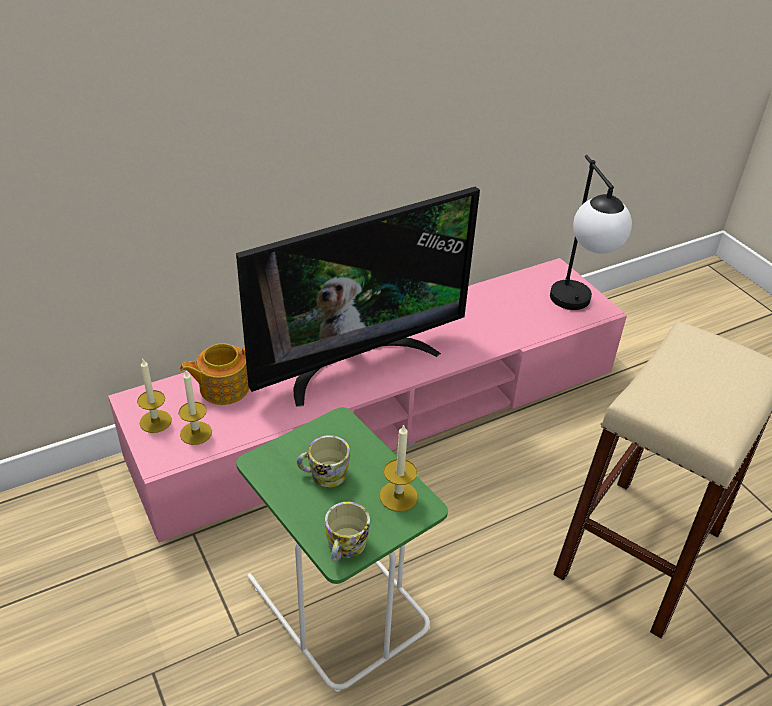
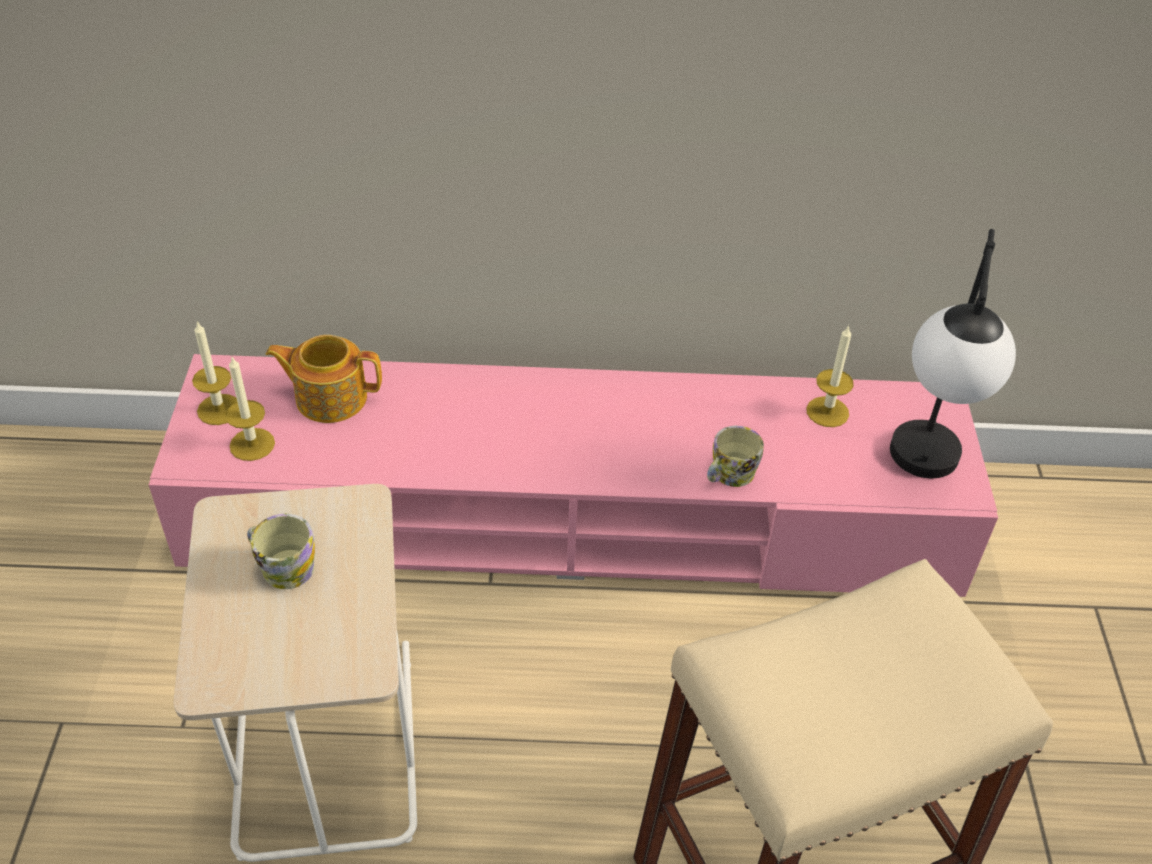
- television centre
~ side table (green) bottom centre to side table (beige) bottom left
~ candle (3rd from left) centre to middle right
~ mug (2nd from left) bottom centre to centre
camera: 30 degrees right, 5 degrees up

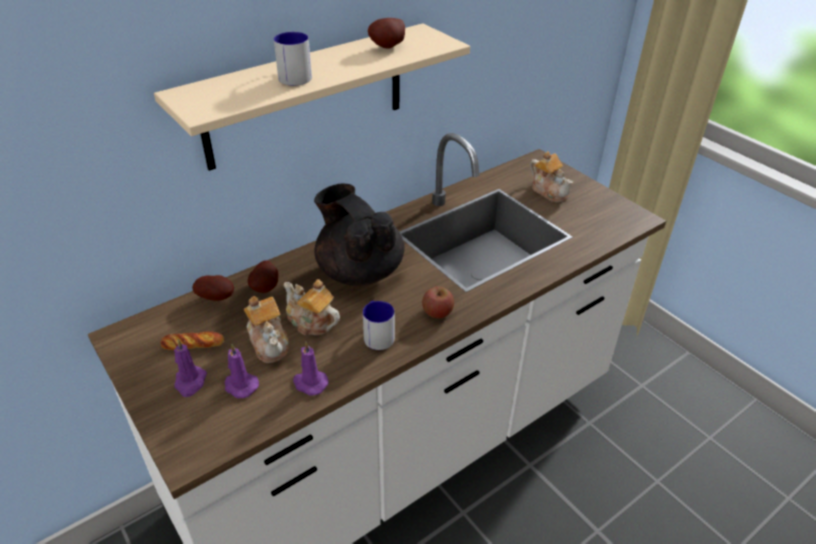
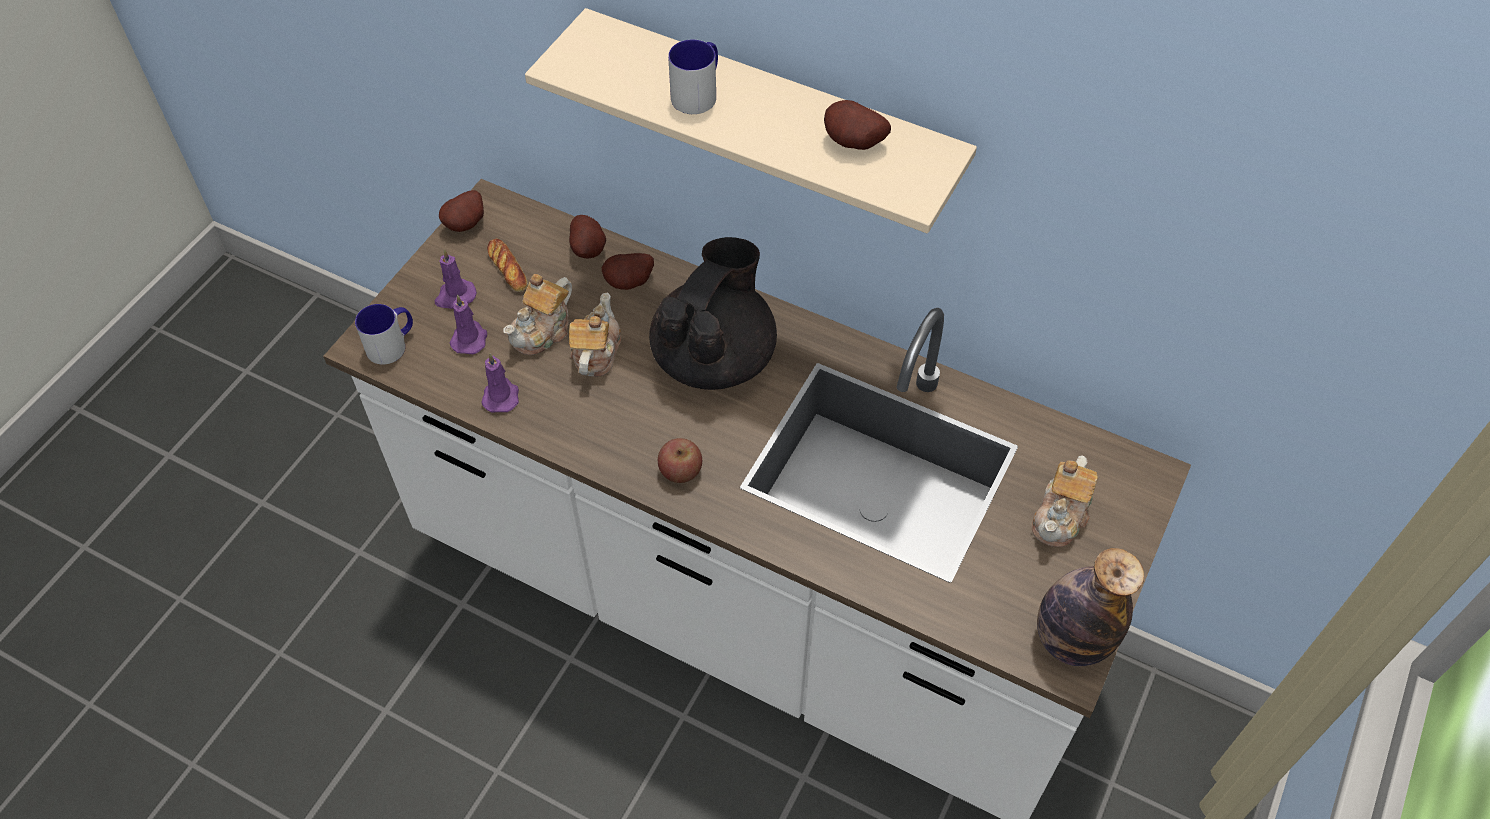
~ mug (2nd from left in the first image) centre to mug (1st from left) middle left
+ potato (1st from left) top left
+ bottle bottom right
camera: 65 degrees right, 15 degrees up

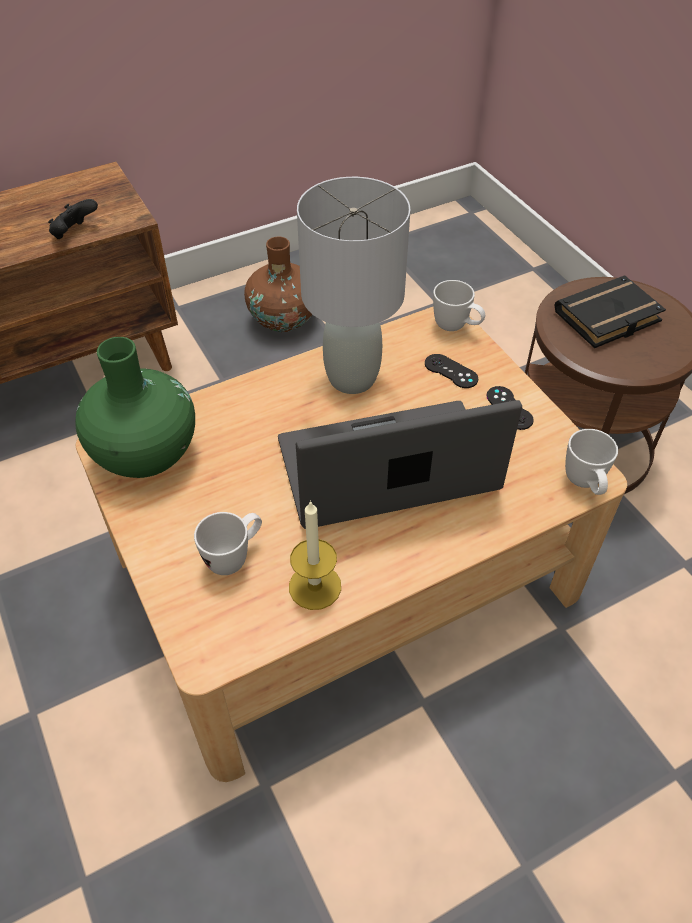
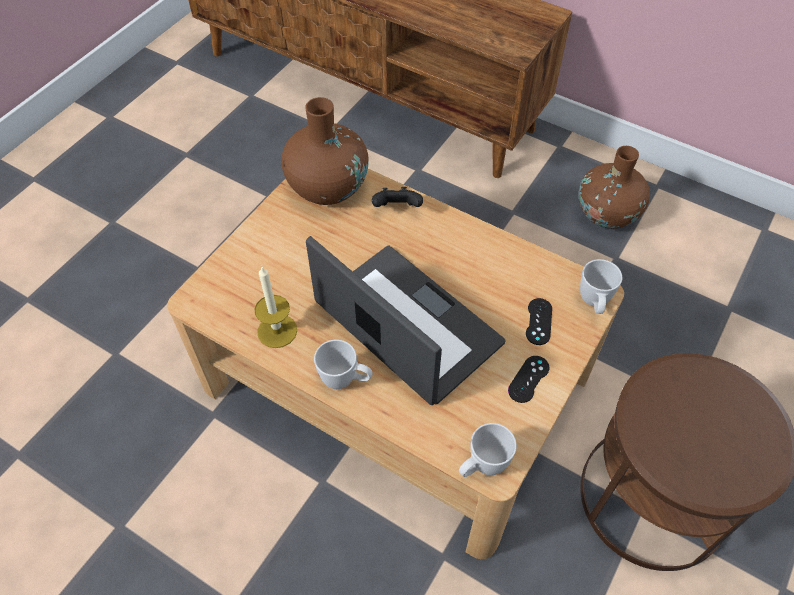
- table lamp (grey) top centre
~ game controller (black) (1st from left) top left to top centre
- book (black) middle right
~ vase (green) middle left to vase (brown) (1st from left) top centre
~ mug (white) (1st from left) middle left to centre
camera: 60 degrees right, 5 degrees up

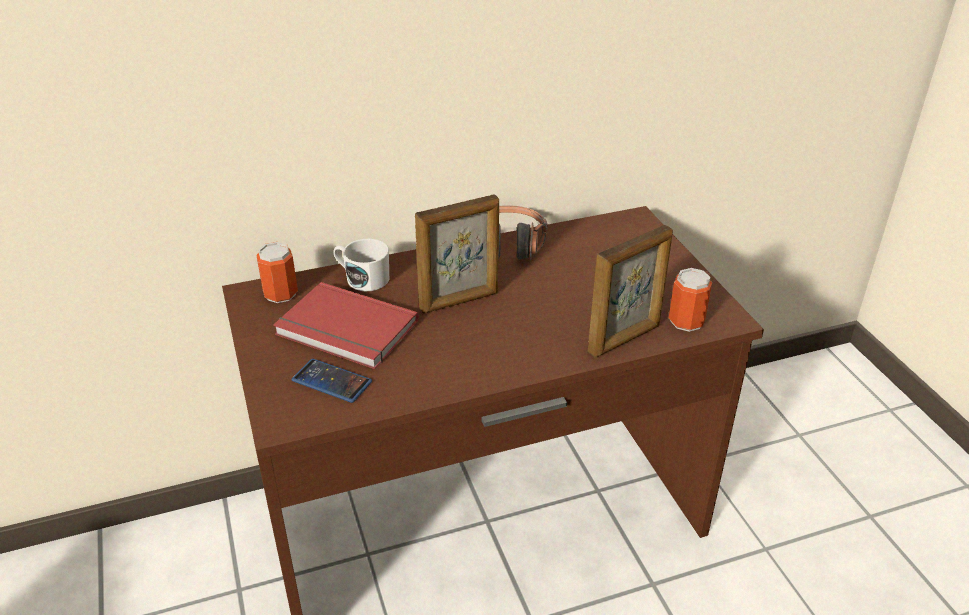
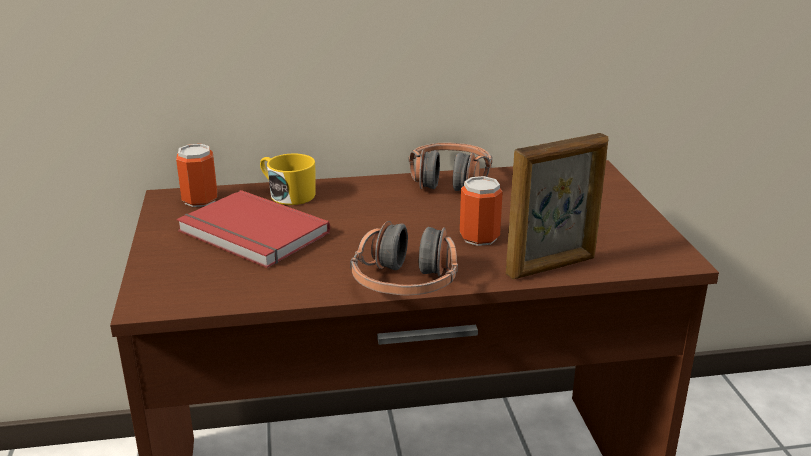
- picture frame (1st from left) centre
~ mug (white) centre to mug (yellow) centre
~ can (2nd from left) middle right to centre
- phone centre
+ headphones (1st from left) centre
camera: 10 degrees right, 10 degrees down

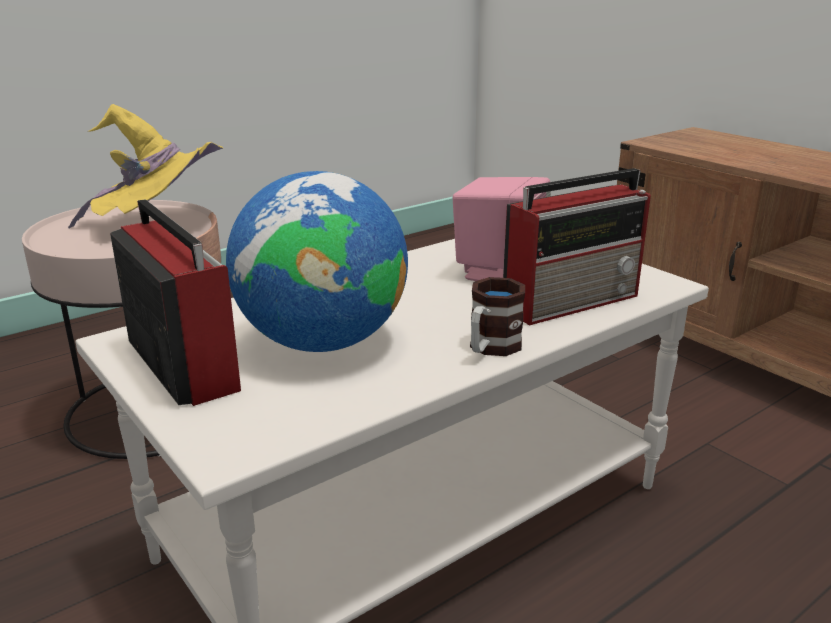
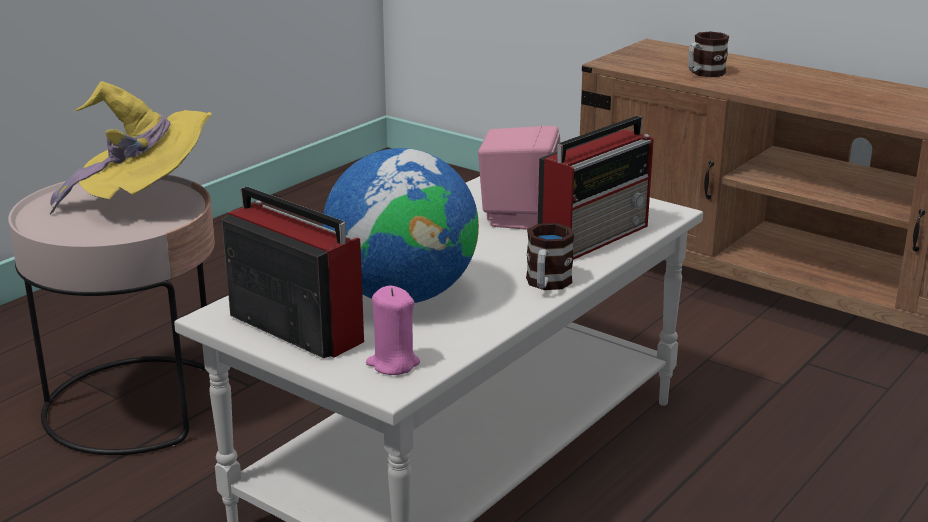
+ mug (2nd from left) top right
+ candle (pink) centre
camera: 15 degrees left, 0 degrees up

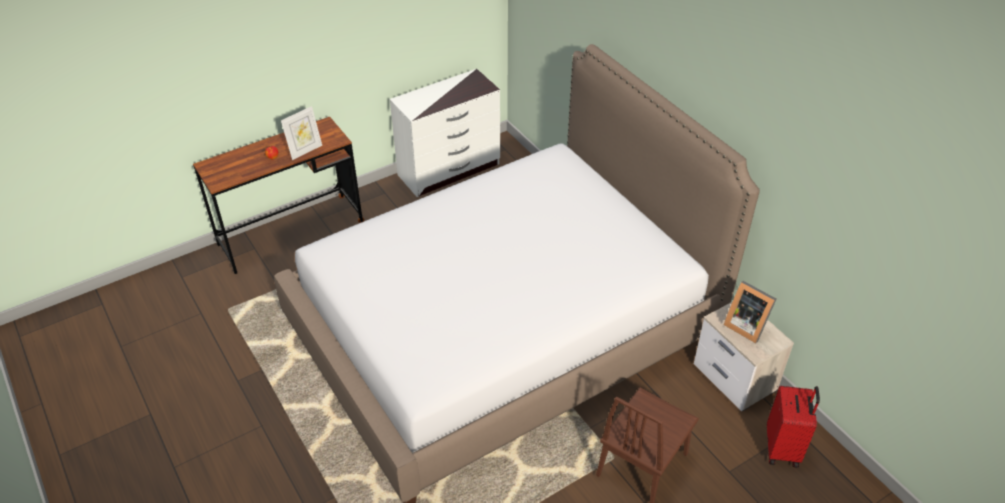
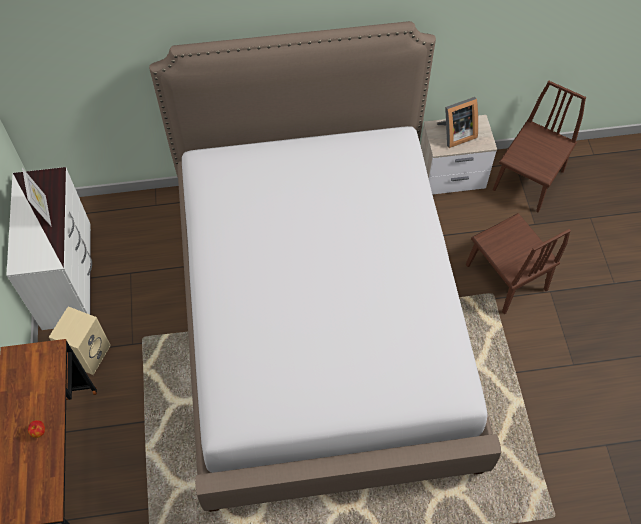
~ picture frame (1st from left) top left to middle left
~ suitcase (red) bottom right to chair (brown) (2nd from left) top right
+ speaker (beige) middle left
camera: 65 degrees left, 15 degrees up

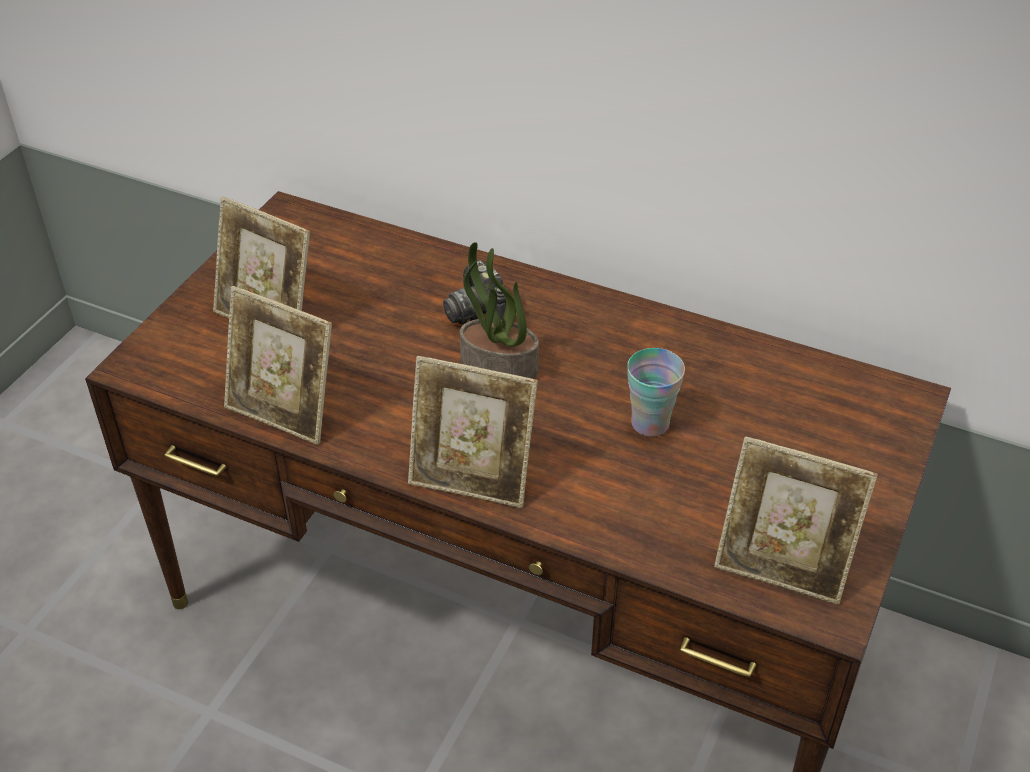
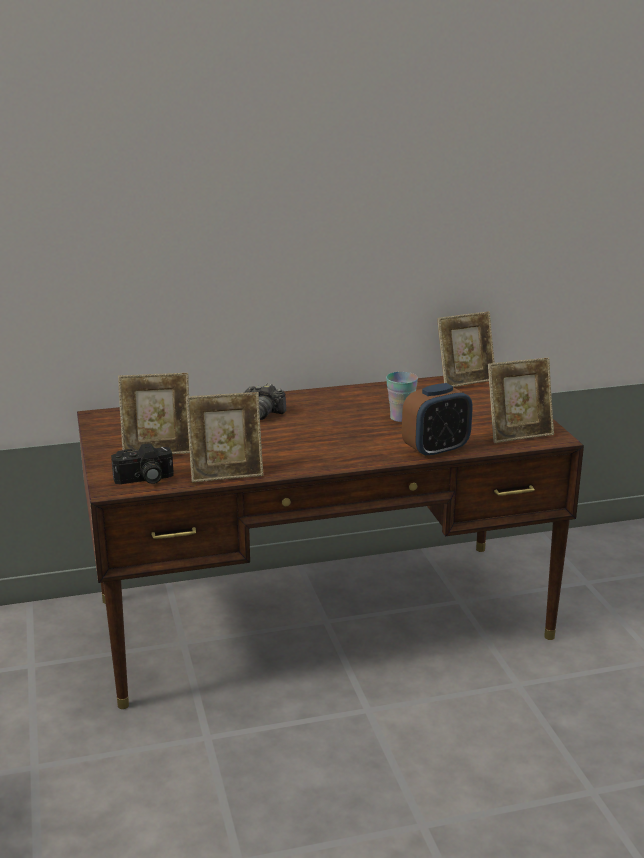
- potted plant centre
~ picture frame (3rd from left) centre to middle right
+ alarm clock middle right
+ photo camera (1st from left) middle left
camera: 40 degrees left, 20 degrees down

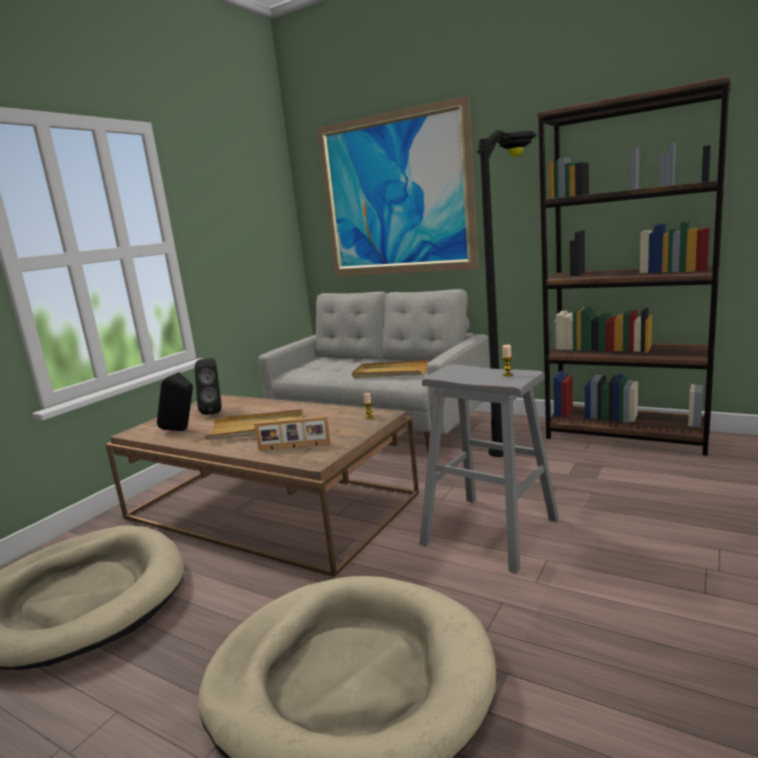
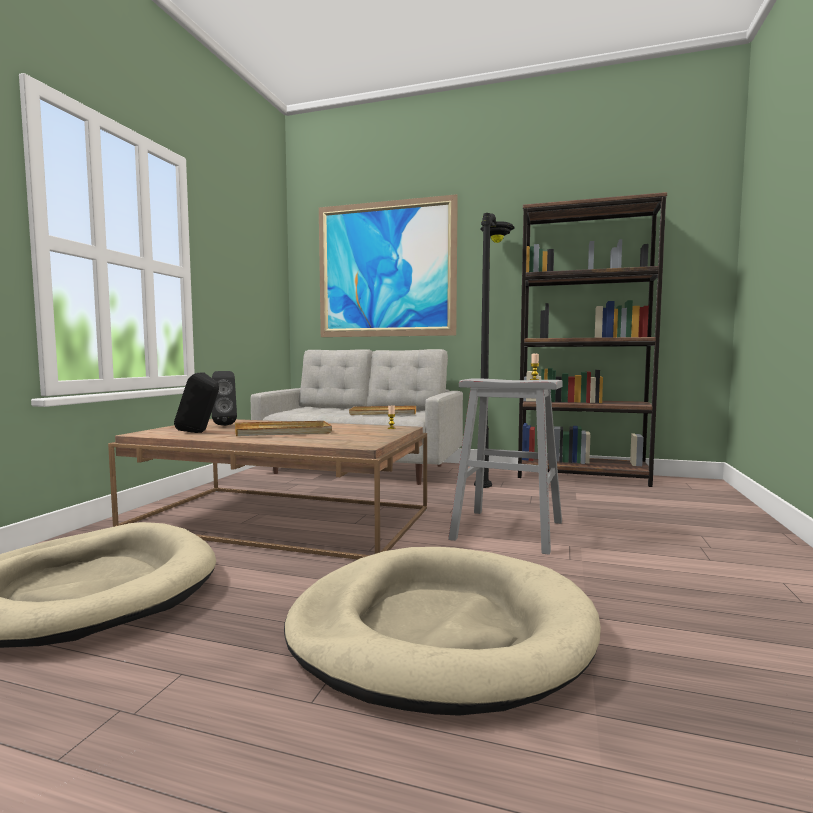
- picture frame centre
camera: 15 degrees left, 10 degrees down

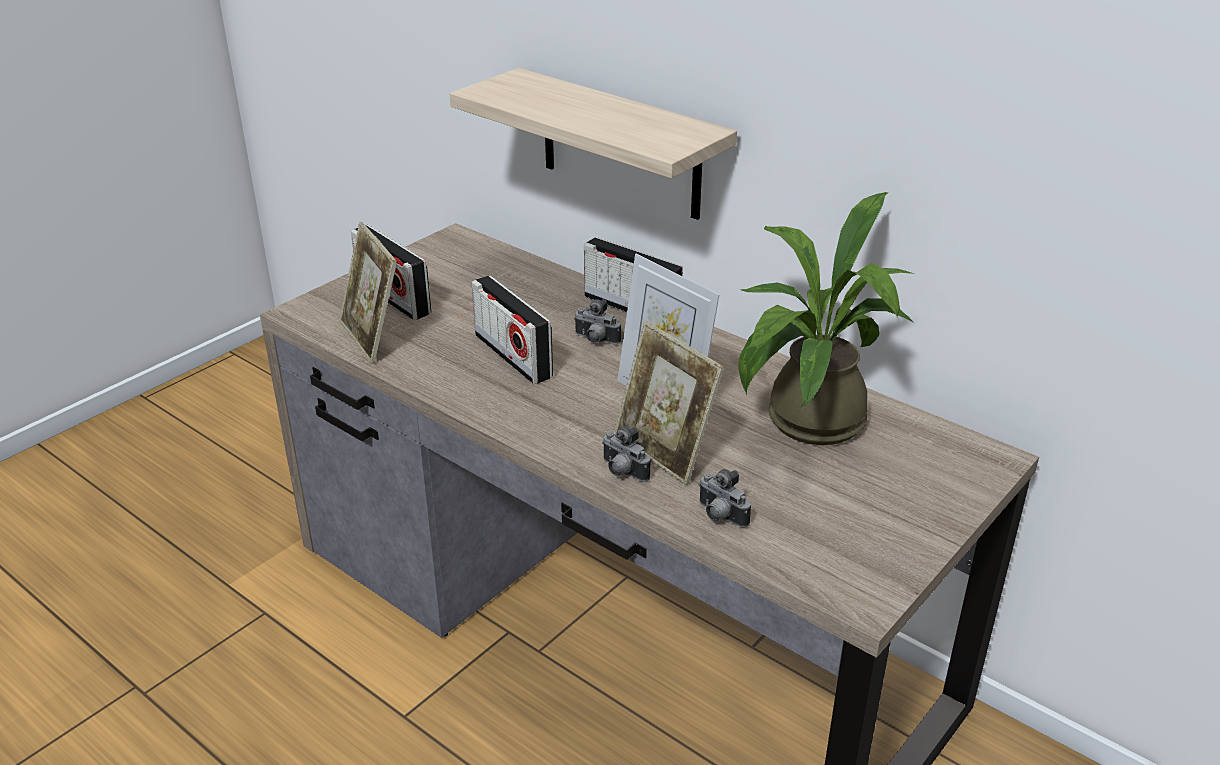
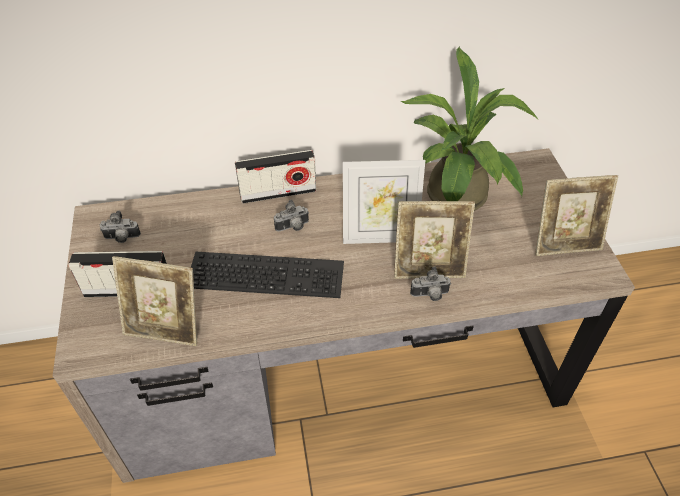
- shelf top centre
~ radio (2nd from left) centre to keyboard centre
~ photo camera (3rd from left in the first image) centre to photo camera (1st from left) middle left
+ picture frame (4th from left) middle right
camera: 50 degrees left, 15 degrees up

